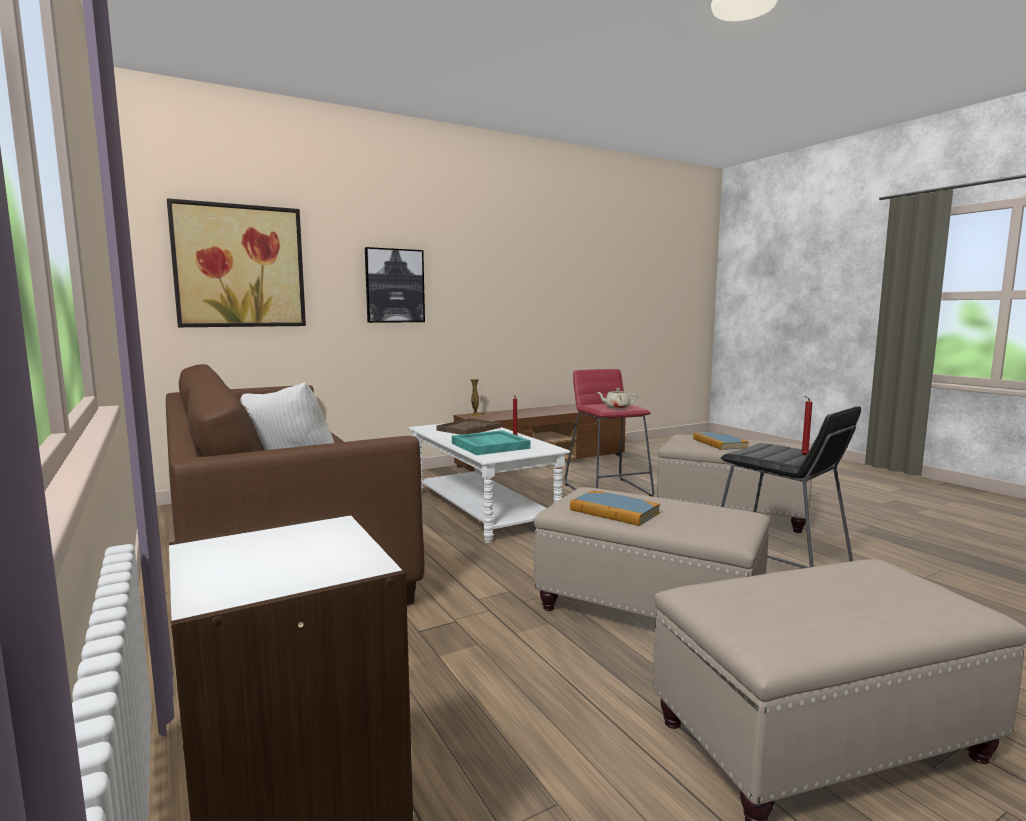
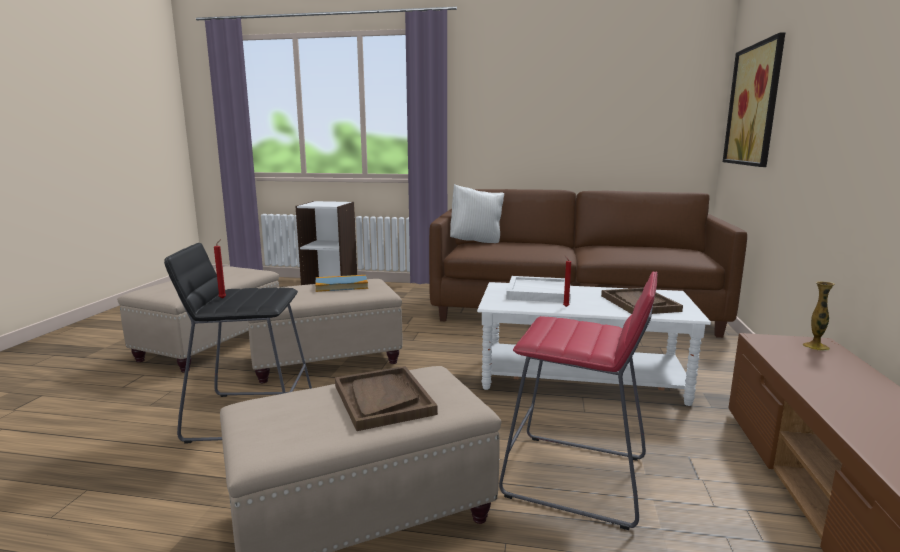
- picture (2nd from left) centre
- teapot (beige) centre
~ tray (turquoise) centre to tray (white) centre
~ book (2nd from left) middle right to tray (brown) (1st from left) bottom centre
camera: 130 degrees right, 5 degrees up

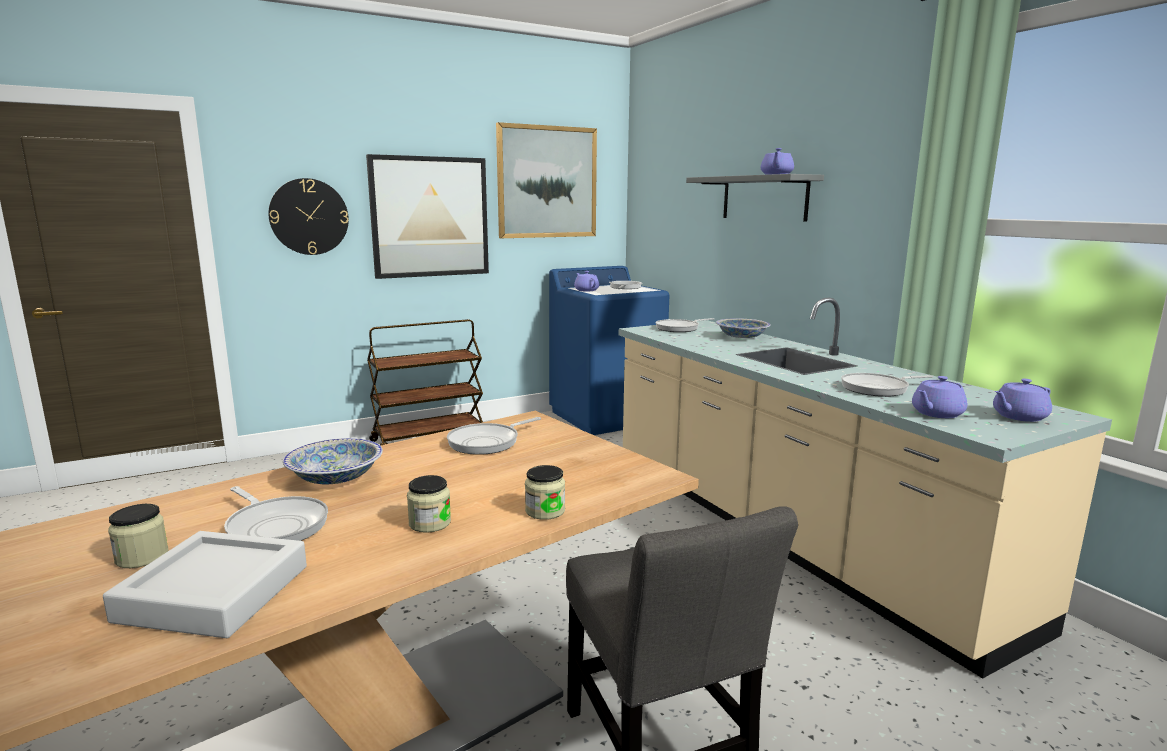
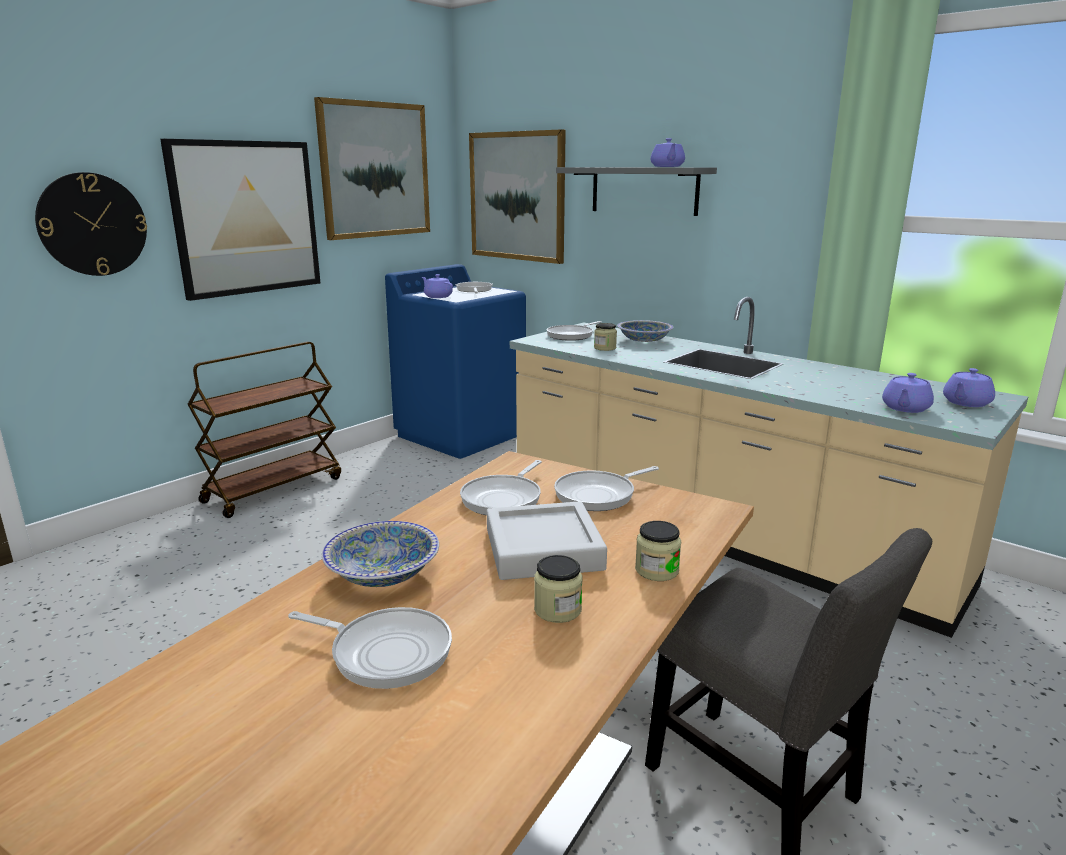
~ frying pan (5th from left) middle right to centre
~ jar (1st from left in the first image) bottom left to jar (2nd from left) centre
~ tray (grey) bottom left to centre
+ picture (3rd from left) top centre
camera: 20 degrees left, 5 degrees up

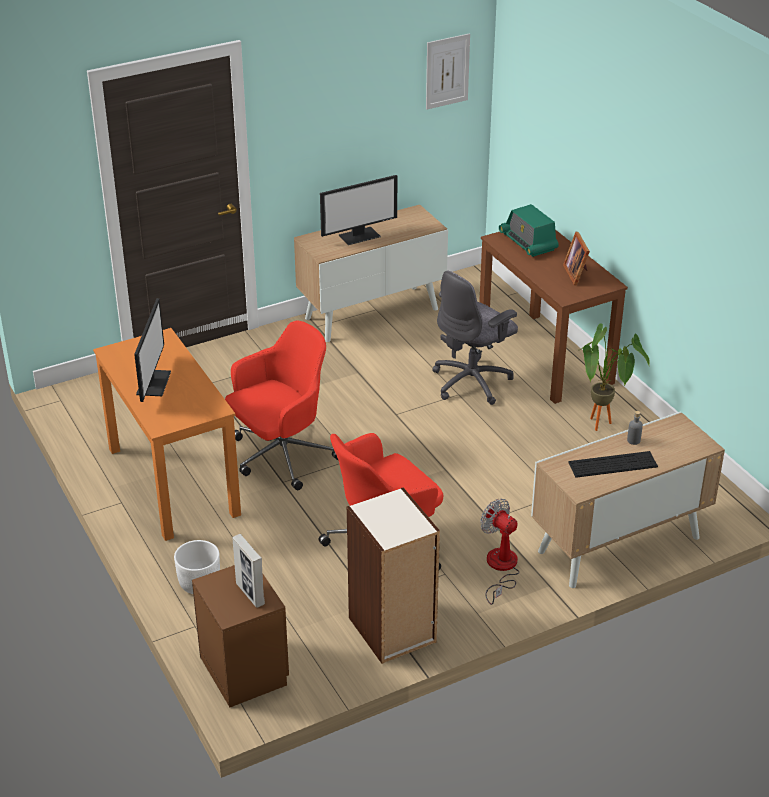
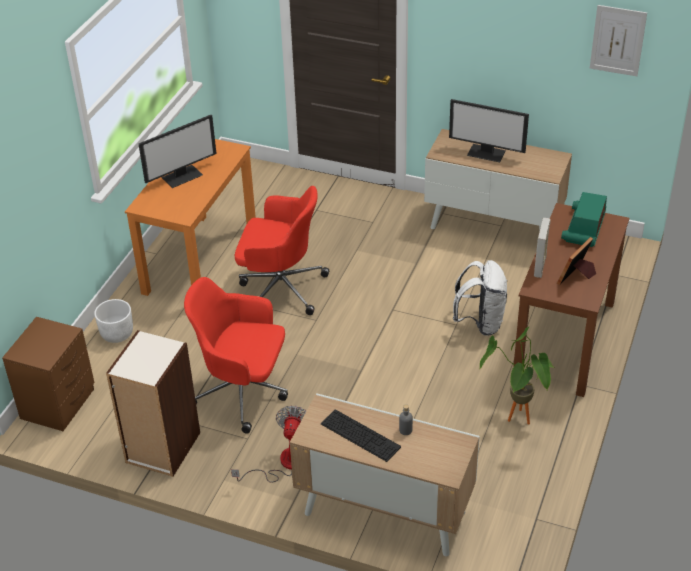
~ office chair (grey) centre to backpack (white) middle right
~ picture frame (1st from left) bottom left to middle right
camera: 50 degrees right, 5 degrees up

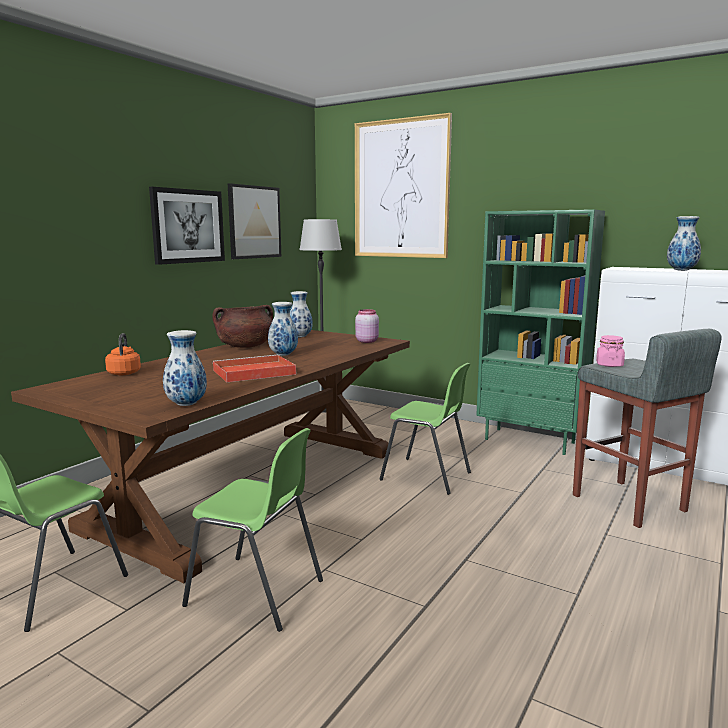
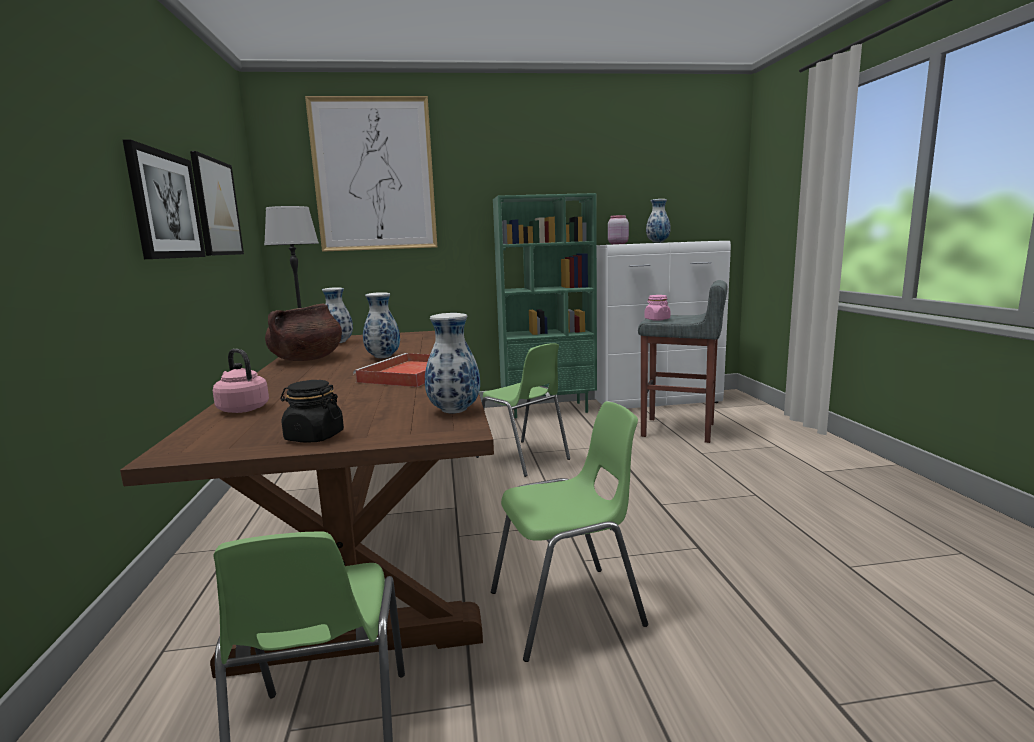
~ jar (pink) (1st from left) centre to top centre
~ kettle (orange) middle left to kettle (pink) middle left
~ chair (green) (3rd from left in the first image) centre = centre 60 degrees clockwise
+ jar (black) middle left
camera: 40 degrees left, 0 degrees up

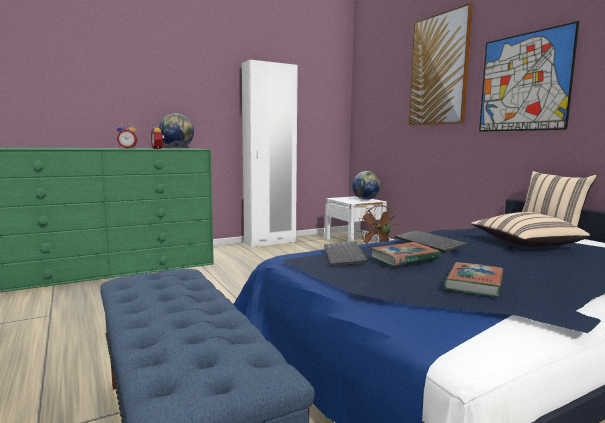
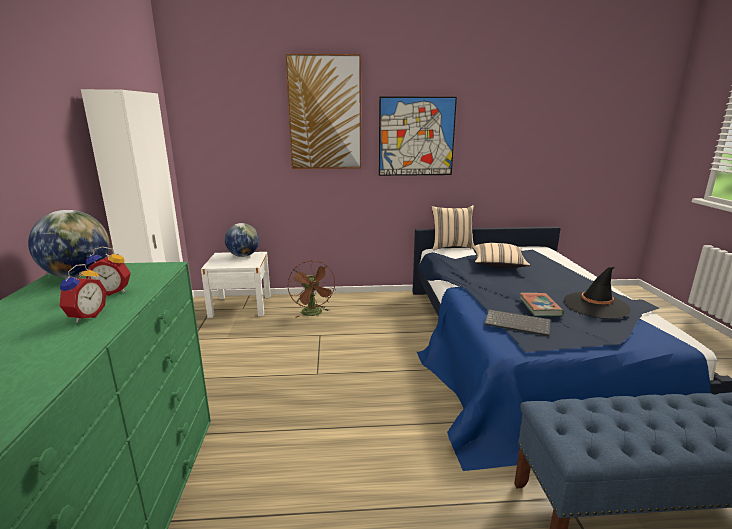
- keyboard (2nd from left) middle right
~ book (2nd from left) middle right to hat (black) middle right
camera: 65 degrees left, 10 degrees up

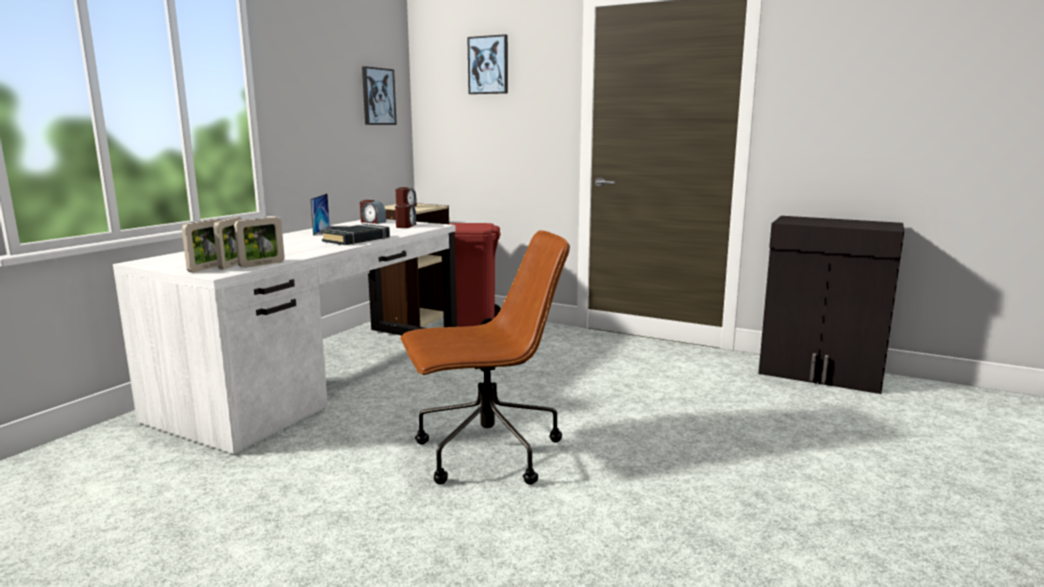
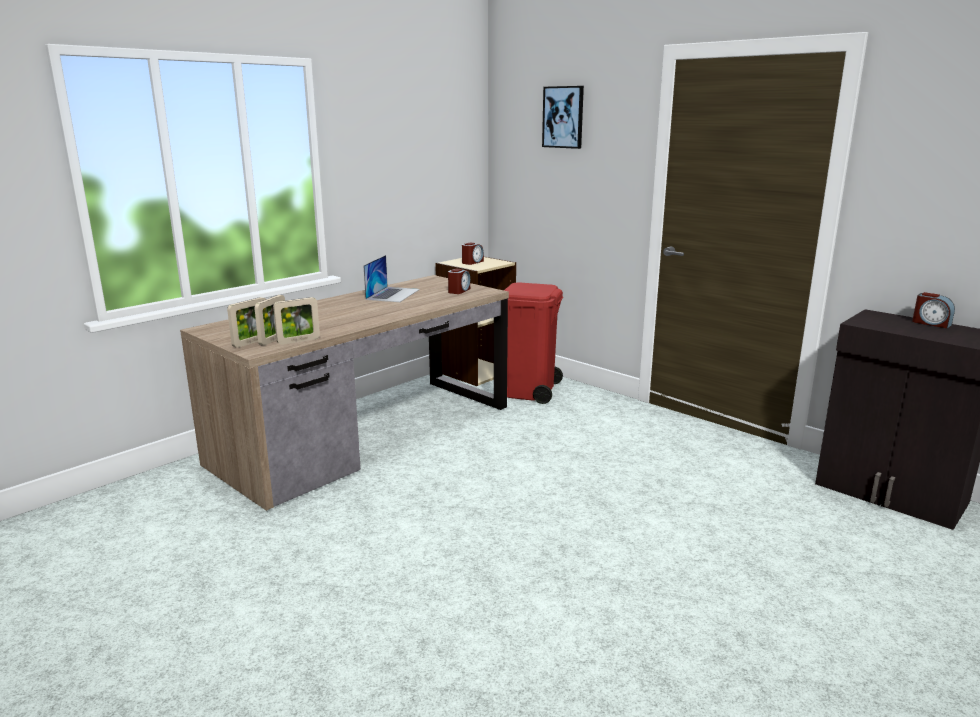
- picture (1st from left) top centre
~ alarm clock (1st from left in the first image) centre to alarm clock (3rd from left) middle right
~ desk (white) middle left to desk (brown) centre
- book (black) centre
- office chair (brown) centre
camera: 15 degrees right, 5 degrees up

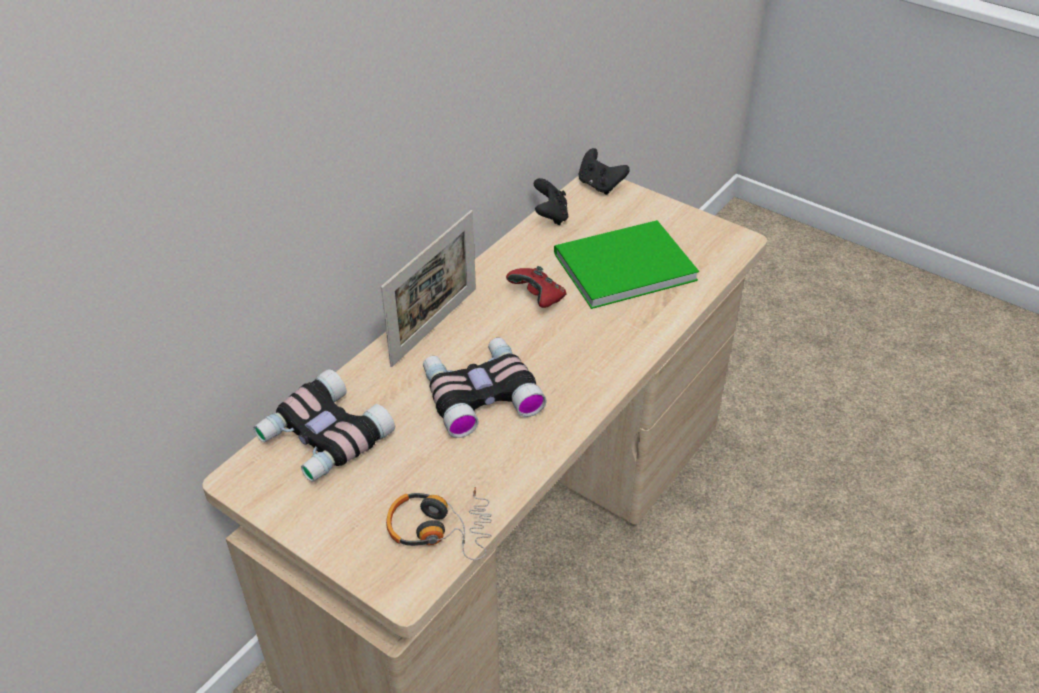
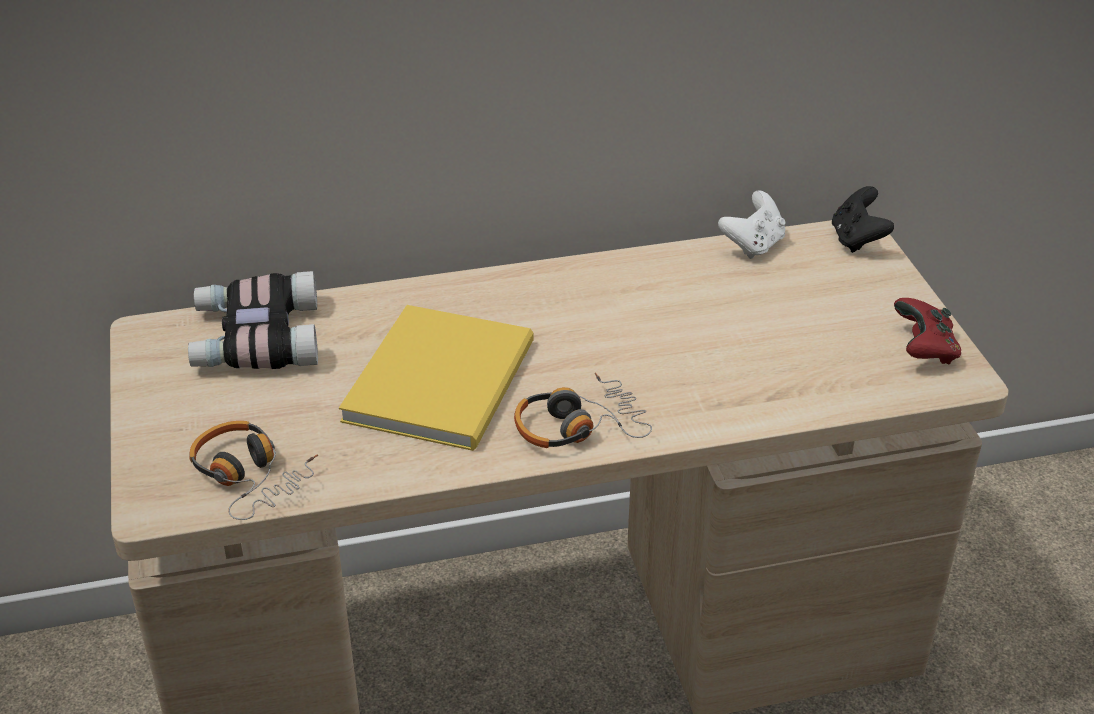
~ game controller (black) (1st from left) top centre to game controller (white) top right
- picture frame centre
- book (green) centre
~ game controller (red) centre to middle right
~ binoculars (2nd from left) centre to book (yellow) centre
+ headphones (2nd from left) centre
camera: 40 degrees right, 5 degrees down

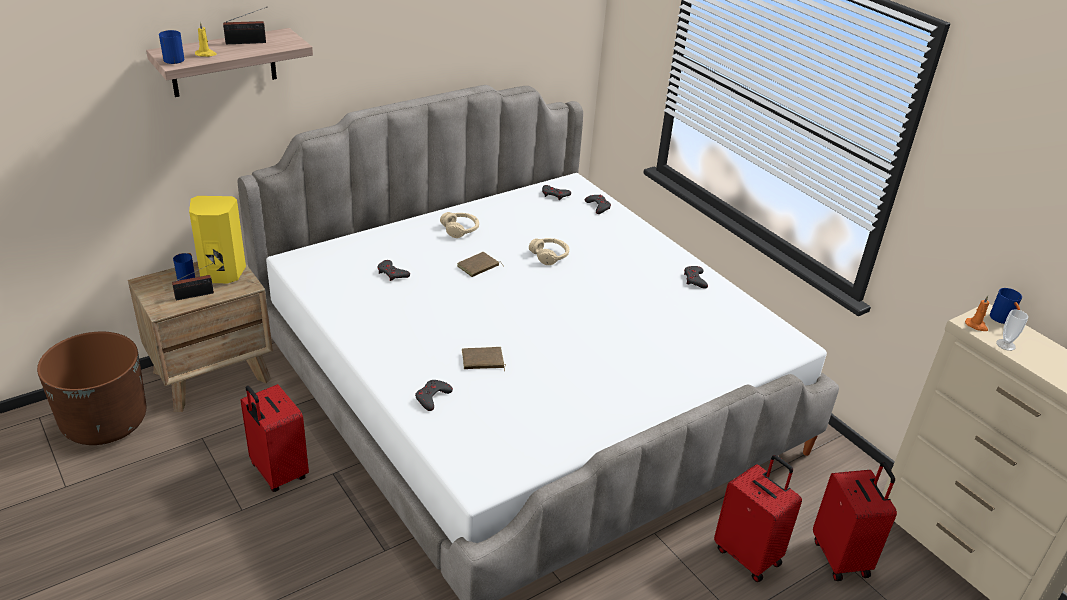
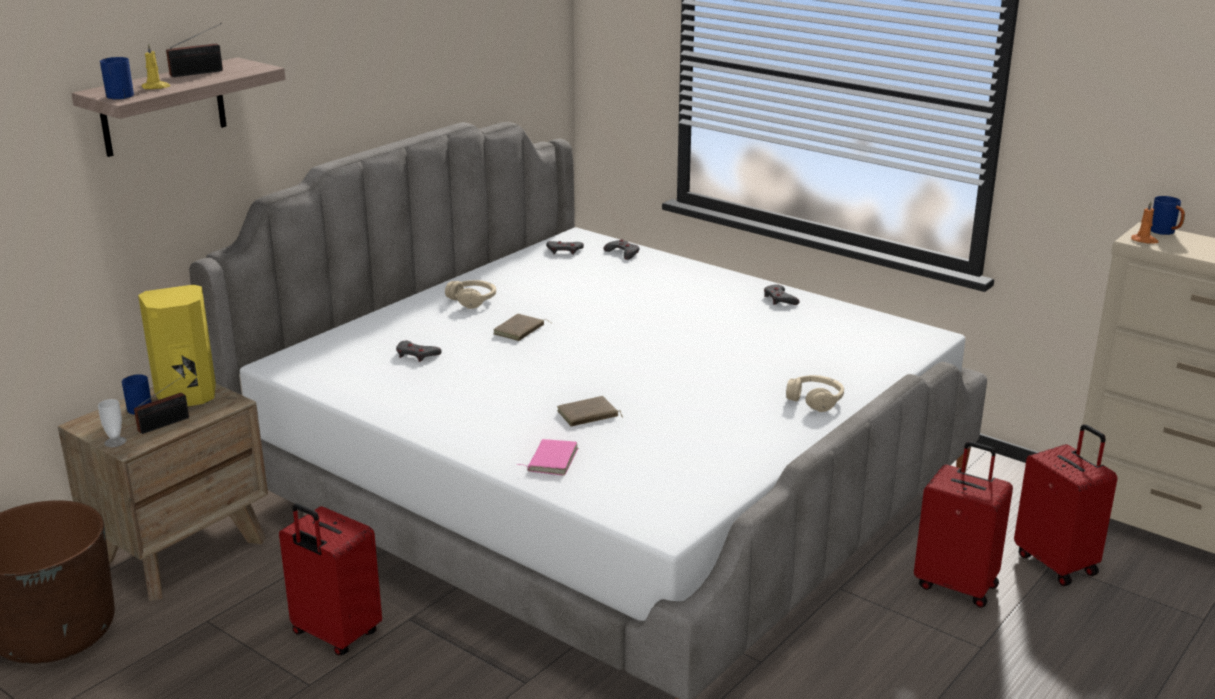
~ headphones (beige) (2nd from left) centre to middle right
~ cup middle right to middle left
~ game controller (grey) (2nd from left) centre to book (pink) centre
camera: 15 degrees left, 10 degrees down

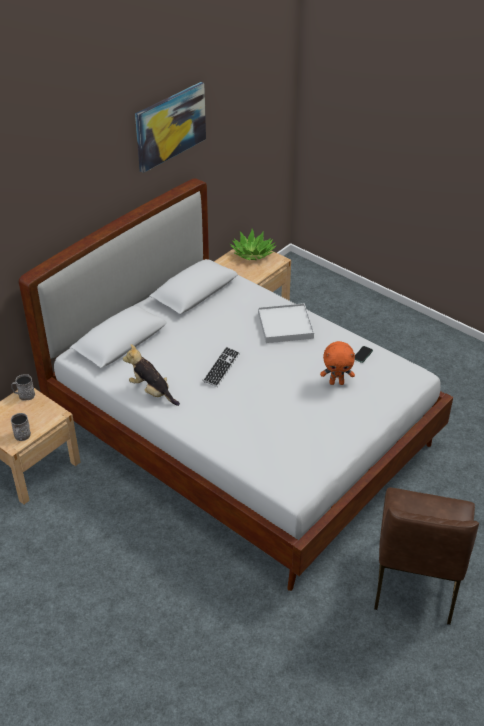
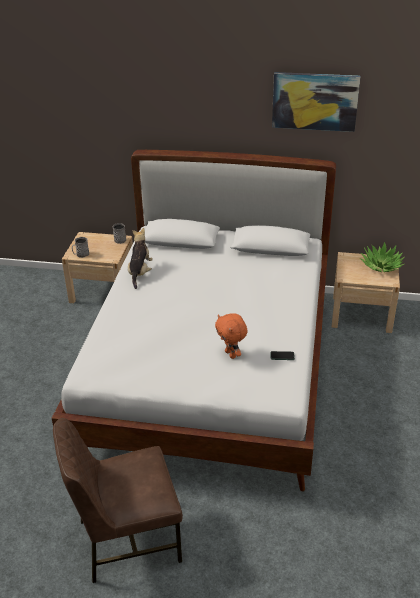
- tray (white) centre
- keyboard centre
camera: 60 degrees right, 5 degrees down

